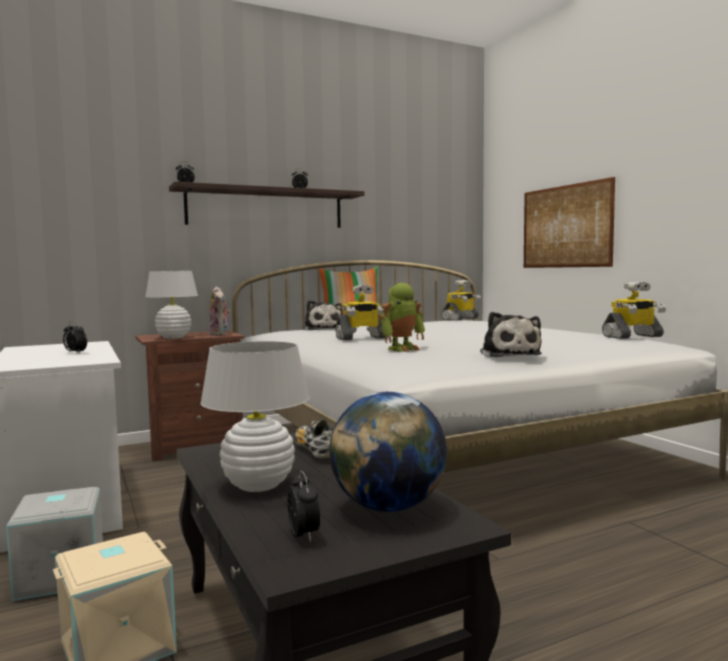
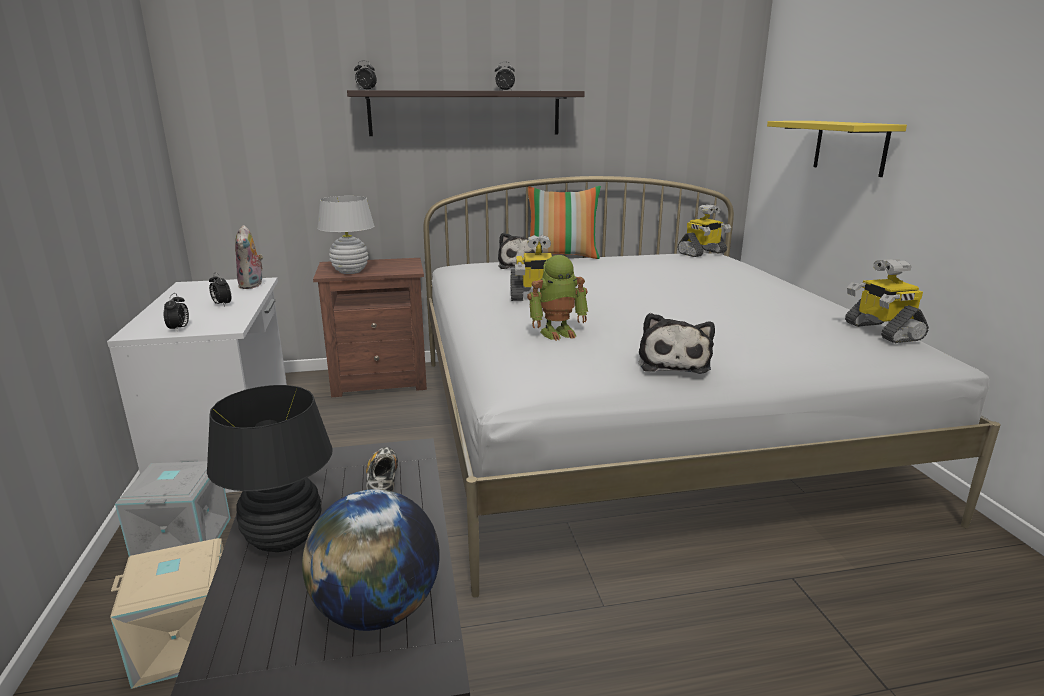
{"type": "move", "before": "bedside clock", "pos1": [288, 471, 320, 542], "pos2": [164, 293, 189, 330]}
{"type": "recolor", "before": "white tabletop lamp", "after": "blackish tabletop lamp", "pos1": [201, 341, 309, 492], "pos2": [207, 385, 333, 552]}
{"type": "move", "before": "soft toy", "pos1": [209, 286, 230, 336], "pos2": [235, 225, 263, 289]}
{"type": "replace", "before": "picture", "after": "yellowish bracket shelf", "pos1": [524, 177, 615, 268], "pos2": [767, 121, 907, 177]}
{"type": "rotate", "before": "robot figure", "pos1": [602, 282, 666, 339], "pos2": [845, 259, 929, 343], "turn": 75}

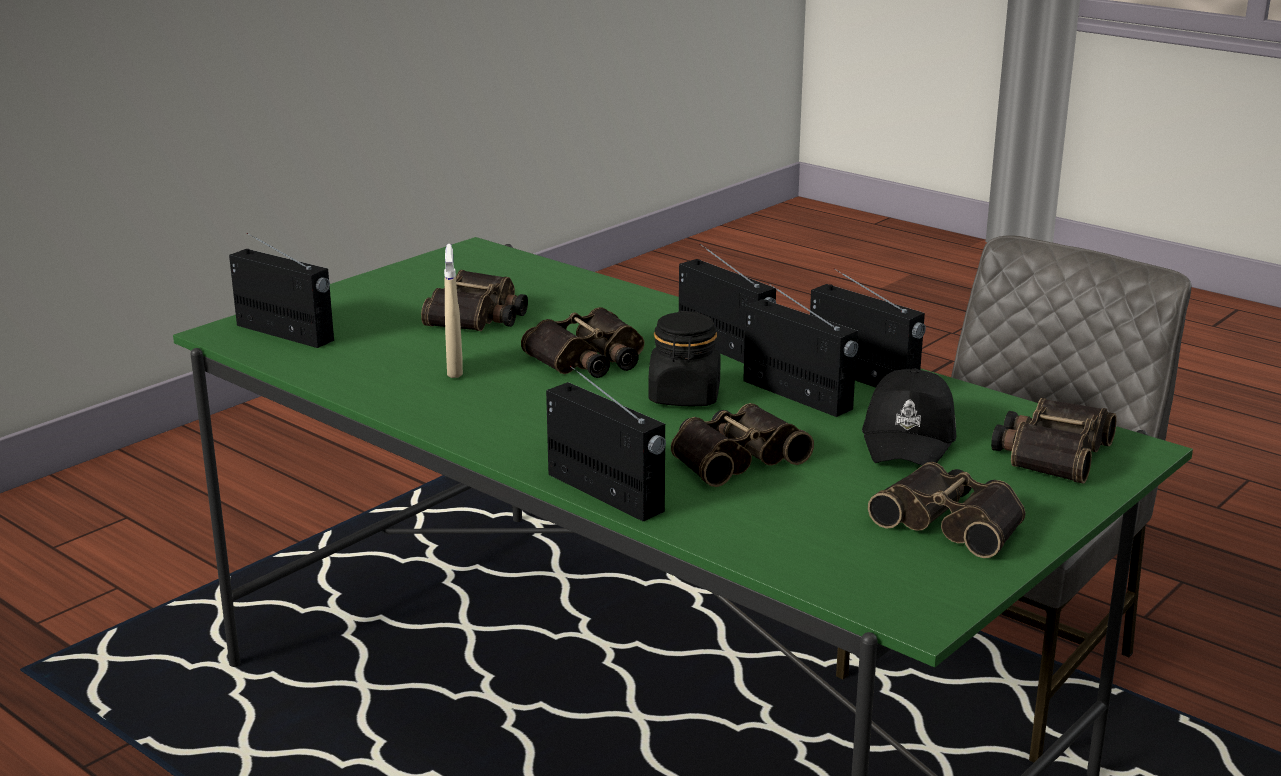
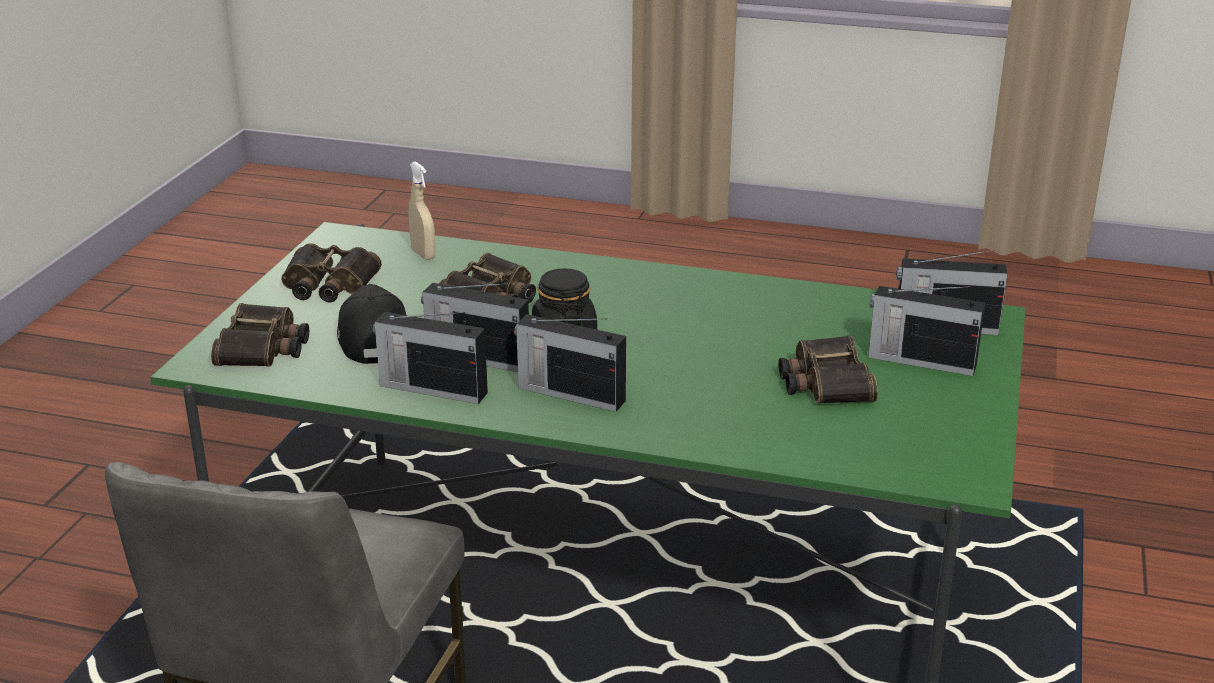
{"type": "move", "before": "beige sprayer", "pos1": [444, 244, 463, 378], "pos2": [409, 161, 436, 260]}
{"type": "move", "before": "radio receiver", "pos1": [546, 366, 666, 522], "pos2": [868, 286, 985, 376]}
{"type": "delete", "before": "binoculars", "pos1": [521, 307, 644, 378]}

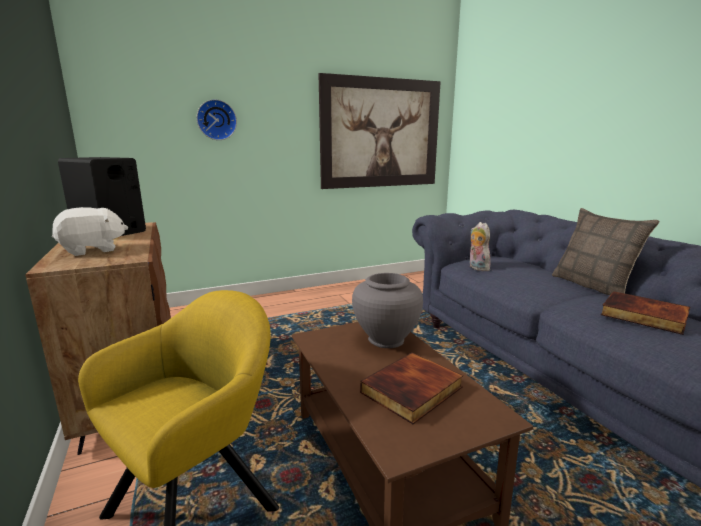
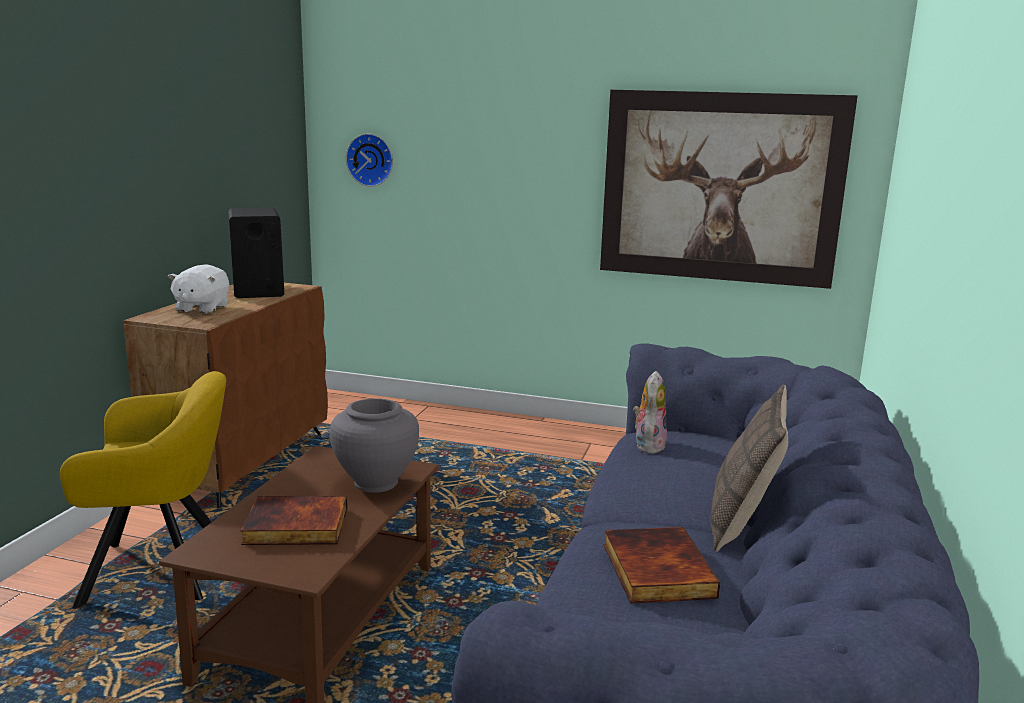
{"type": "rotate", "before": "white soft toy", "pos1": [52, 207, 128, 256], "pos2": [168, 264, 230, 314], "turn": 90}
{"type": "move", "before": "wall clock", "pos1": [196, 99, 237, 140], "pos2": [346, 134, 393, 187]}

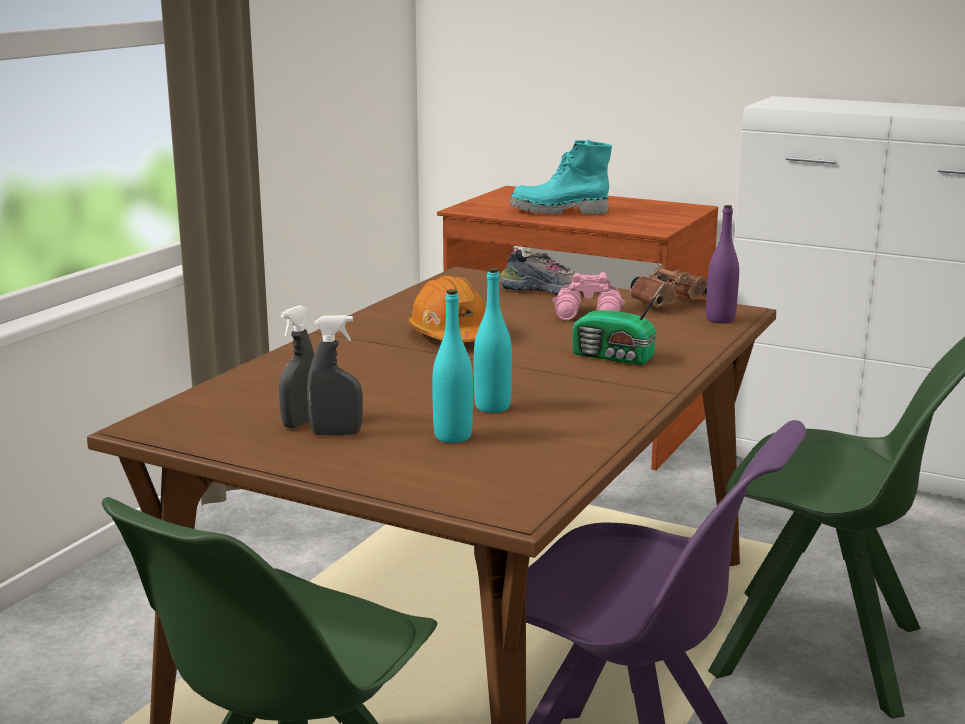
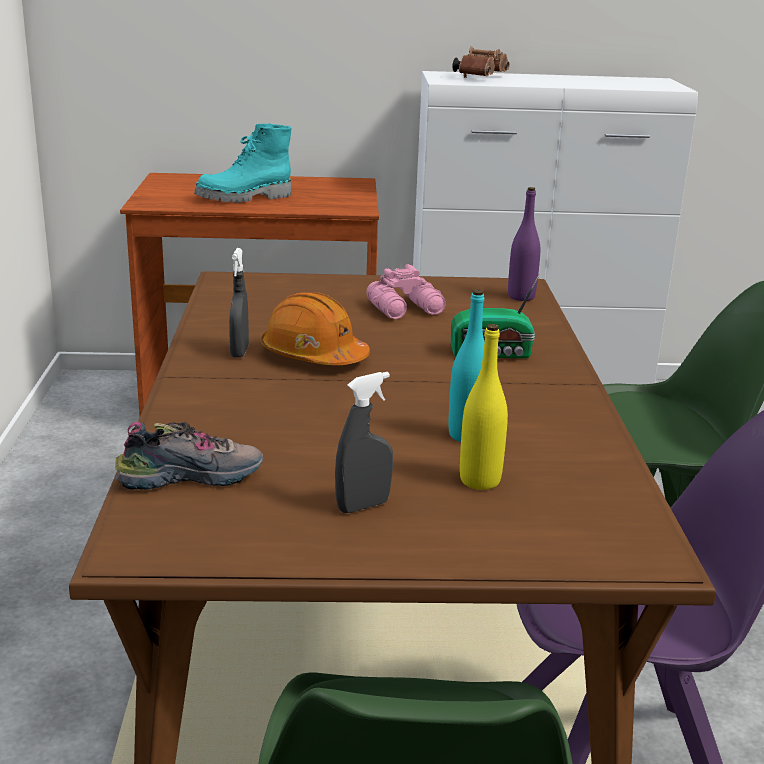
{"type": "move", "before": "shoe", "pos1": [499, 248, 581, 294], "pos2": [115, 422, 263, 490]}
{"type": "move", "before": "gray sprayer", "pos1": [279, 305, 315, 428], "pos2": [229, 248, 249, 358]}
{"type": "move", "before": "brown-coloured binoculars", "pos1": [630, 265, 707, 307], "pos2": [452, 46, 510, 78]}
{"type": "recolor", "before": "turquoise-coloured drink bottle", "after": "yellowish drink bottle", "pos1": [432, 289, 473, 443], "pos2": [460, 324, 508, 490]}

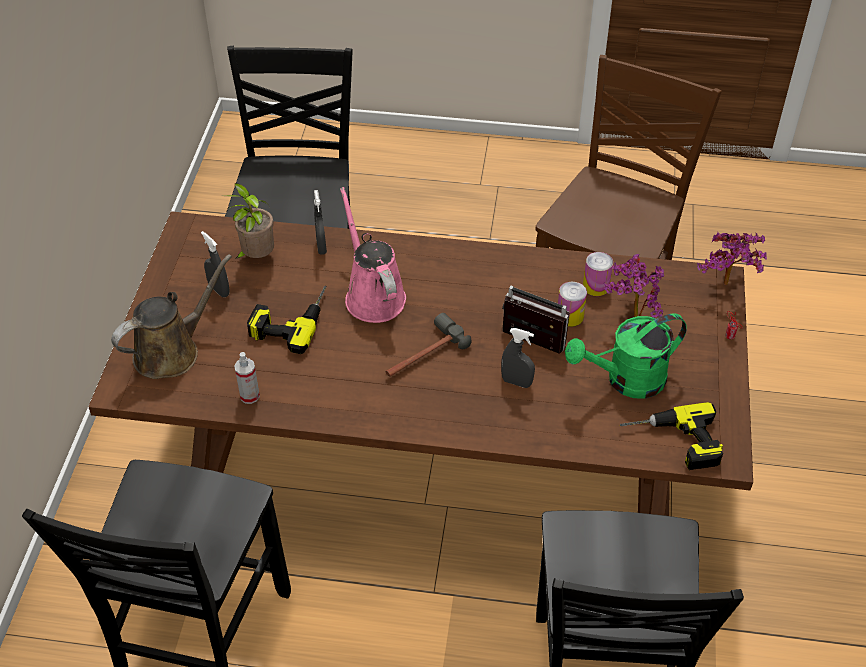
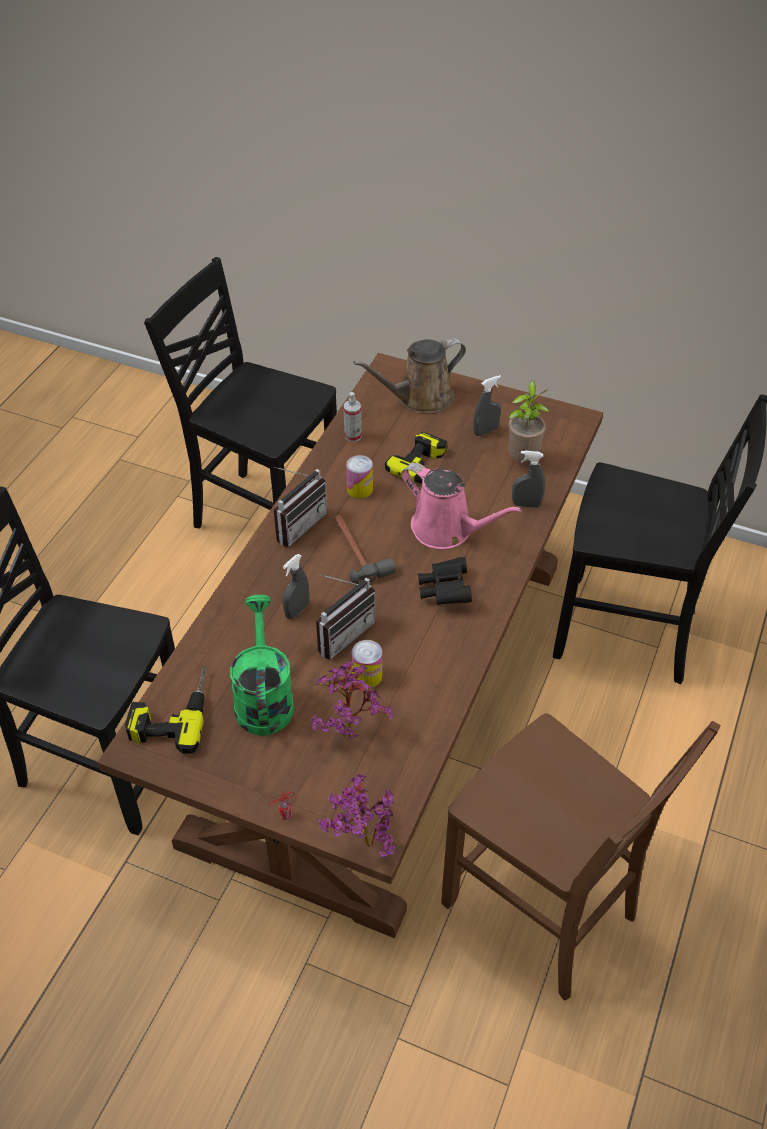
{"type": "insert", "after": "radio receiver", "pos2": [274, 467, 327, 547]}
{"type": "move", "before": "can", "pos1": [583, 252, 613, 296], "pos2": [346, 455, 373, 499]}
{"type": "rotate", "before": "brown-coloured watering pot", "pos1": [111, 254, 232, 379], "pos2": [353, 338, 466, 412], "turn": 90}
{"type": "rotate", "before": "pink-coloured watering pot", "pos1": [340, 187, 406, 323], "pos2": [402, 463, 522, 549], "turn": 45}
{"type": "insert", "after": "blackish binoculars", "pos2": [418, 557, 472, 605]}

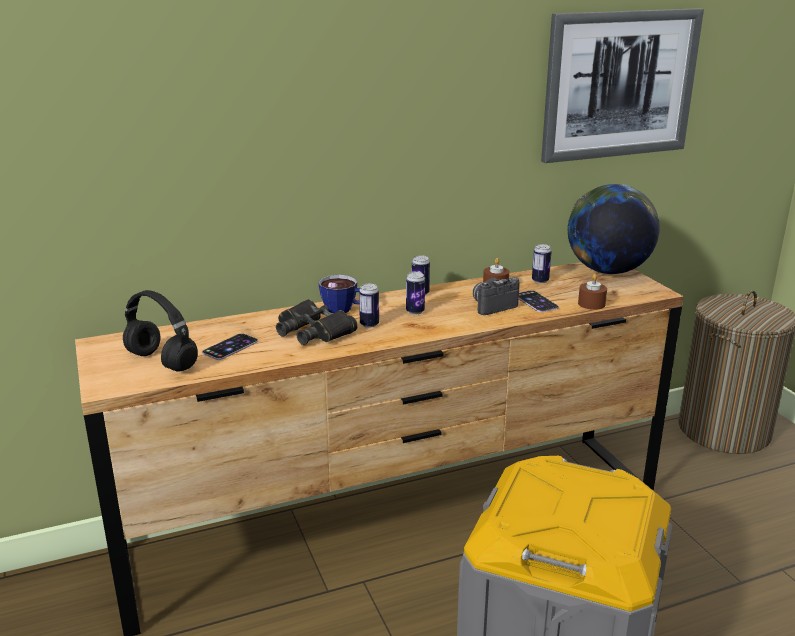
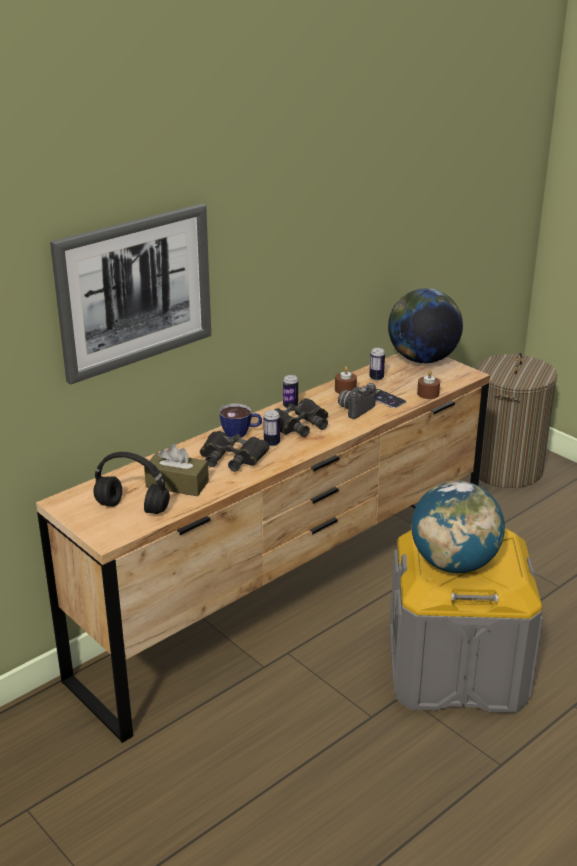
{"type": "move", "before": "picture", "pos1": [541, 8, 704, 163], "pos2": [50, 204, 211, 385]}
{"type": "replace", "before": "telephone", "after": "brown-coloured tissue holder", "pos1": [202, 333, 258, 360], "pos2": [144, 444, 209, 496]}
{"type": "replace", "before": "can", "after": "blackish binoculars", "pos1": [406, 272, 425, 315], "pos2": [275, 398, 328, 437]}
{"type": "insert", "after": "desk globe", "pos2": [411, 481, 505, 573]}

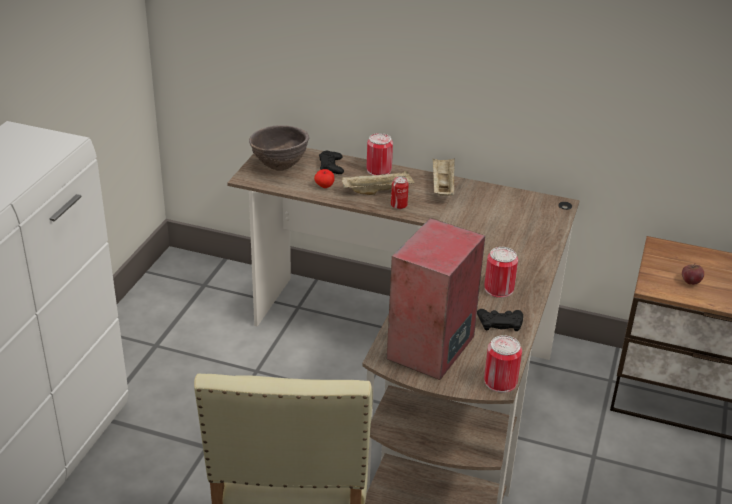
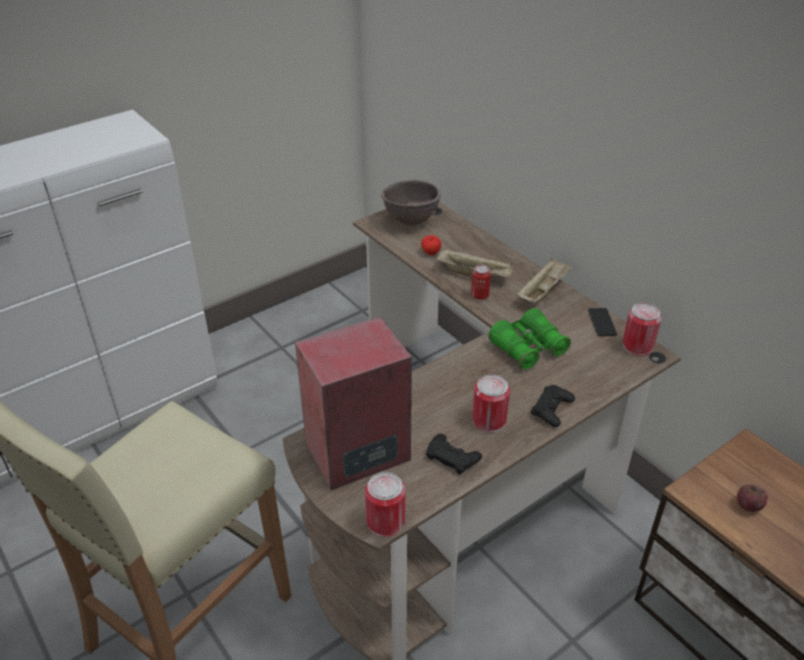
{"type": "insert", "after": "green-coloured binoculars", "pos2": [489, 308, 571, 370]}
{"type": "move", "before": "blackish gamepad", "pos1": [319, 151, 344, 174], "pos2": [531, 385, 575, 427]}
{"type": "insert", "after": "telephone", "pos2": [588, 308, 617, 336]}
{"type": "move", "before": "can", "pos1": [367, 133, 393, 175], "pos2": [623, 303, 662, 356]}

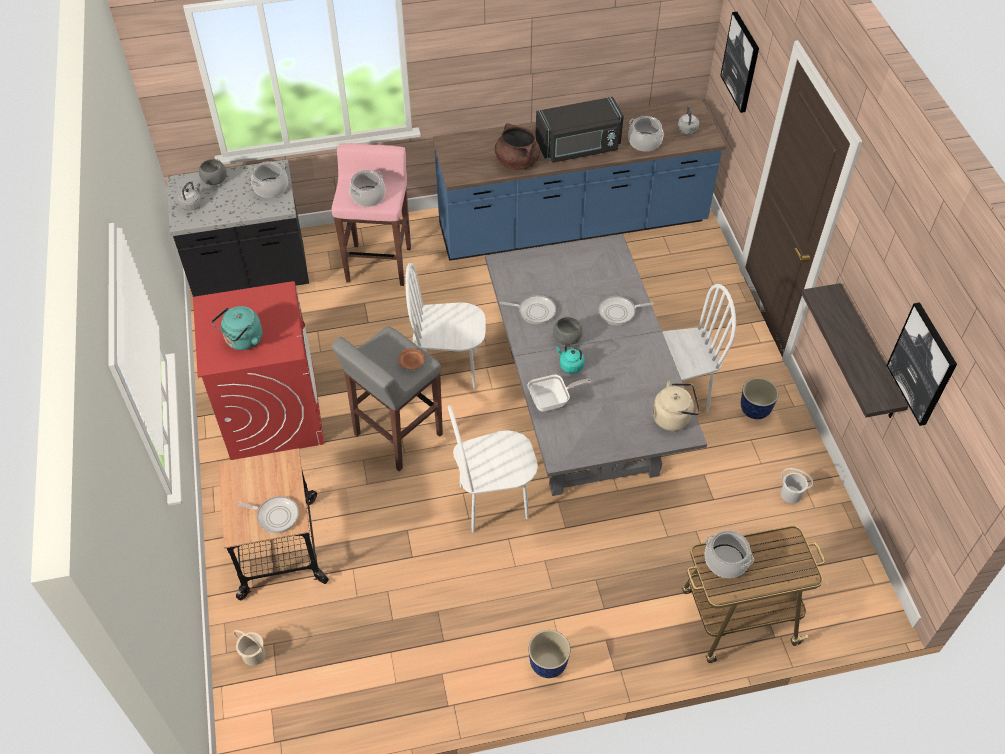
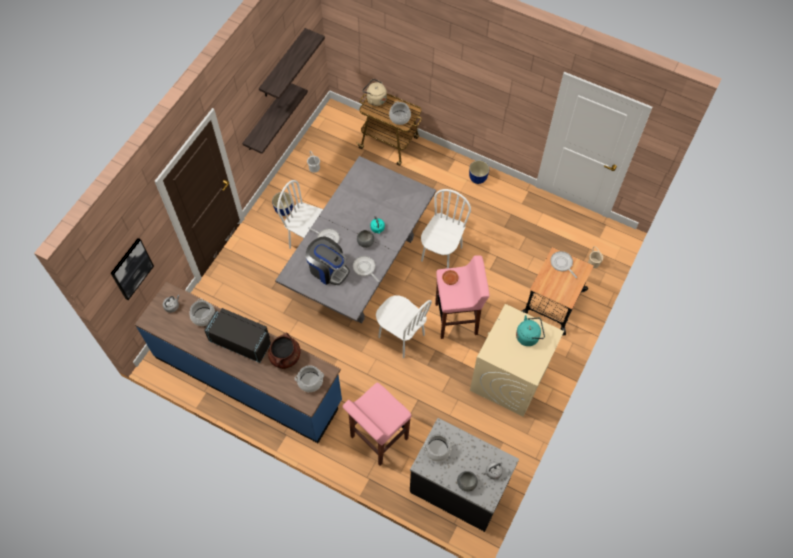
{"type": "replace", "before": "picture", "after": "bracket shelf", "pos1": [886, 302, 957, 426], "pos2": [259, 28, 325, 99]}
{"type": "move", "before": "stockpot", "pos1": [349, 170, 386, 207], "pos2": [295, 365, 324, 392]}
{"type": "insert", "after": "coffee machine", "pos2": [305, 237, 350, 285]}
{"type": "move", "before": "beige tea kettle", "pos1": [653, 381, 700, 431], "pos2": [363, 79, 387, 106]}
{"type": "rotate", "before": "white upright chair", "pos1": [448, 405, 538, 533], "pos2": [421, 189, 471, 268], "turn": -90}
{"type": "recolor", "before": "gray sitting stool", "after": "pink-coloured sitting stool", "pos1": [332, 326, 443, 471], "pos2": [435, 255, 490, 339]}
{"type": "recolor", "before": "red washing machine", "after": "beige washing machine", "pos1": [193, 281, 324, 460], "pos2": [470, 304, 564, 417]}
{"type": "delete", "before": "frying pan", "pos1": [528, 375, 591, 412]}

